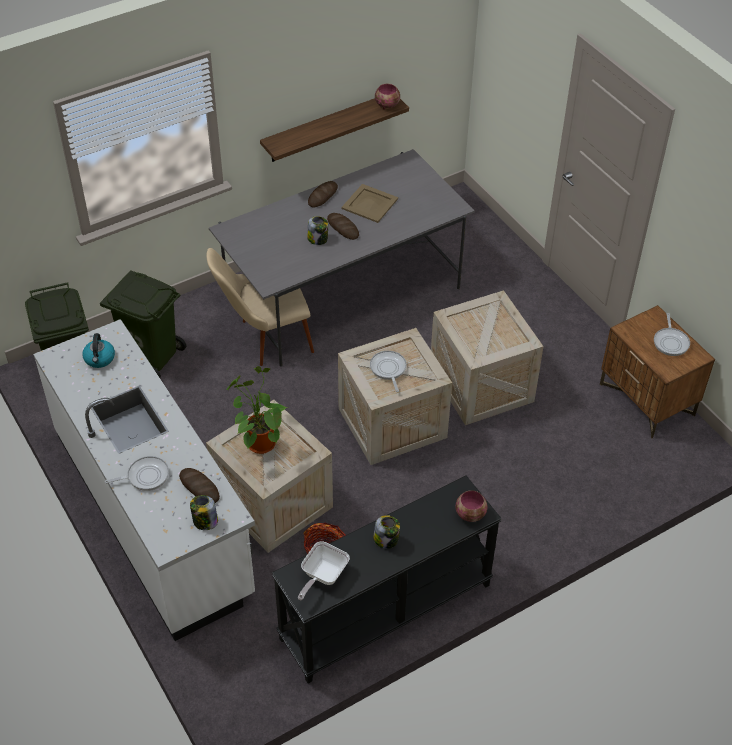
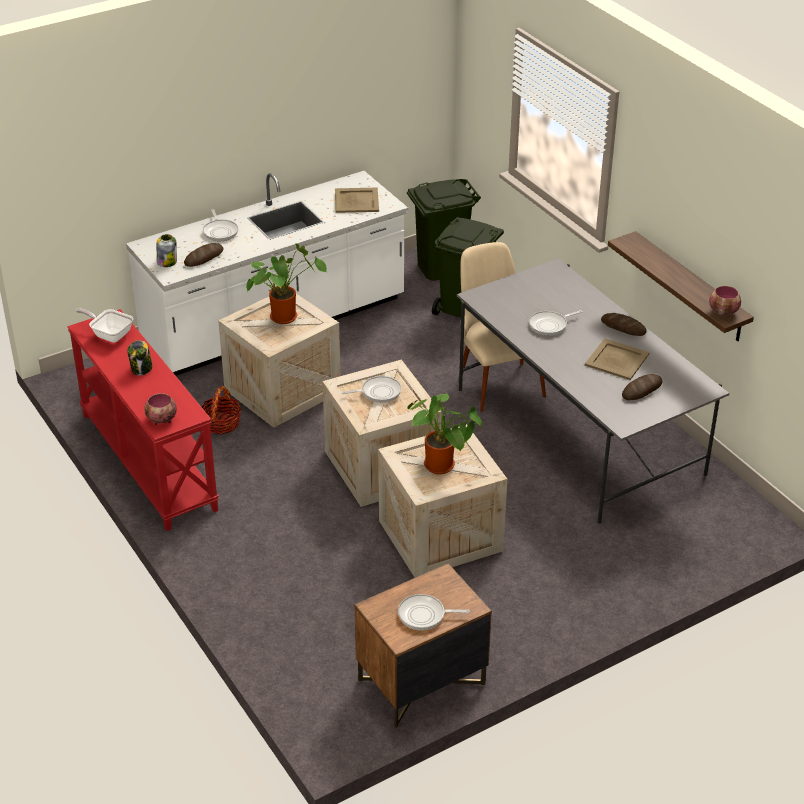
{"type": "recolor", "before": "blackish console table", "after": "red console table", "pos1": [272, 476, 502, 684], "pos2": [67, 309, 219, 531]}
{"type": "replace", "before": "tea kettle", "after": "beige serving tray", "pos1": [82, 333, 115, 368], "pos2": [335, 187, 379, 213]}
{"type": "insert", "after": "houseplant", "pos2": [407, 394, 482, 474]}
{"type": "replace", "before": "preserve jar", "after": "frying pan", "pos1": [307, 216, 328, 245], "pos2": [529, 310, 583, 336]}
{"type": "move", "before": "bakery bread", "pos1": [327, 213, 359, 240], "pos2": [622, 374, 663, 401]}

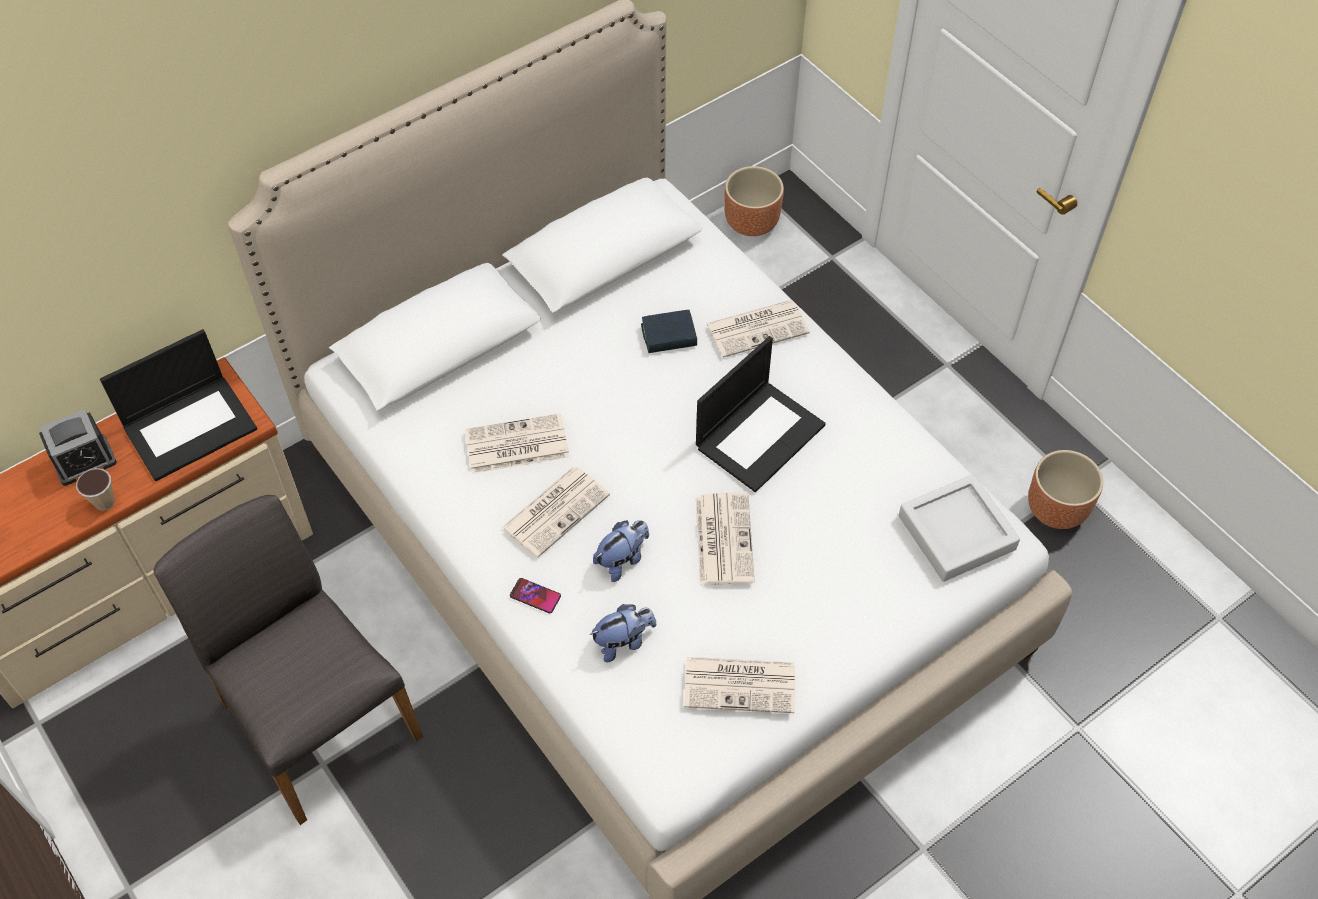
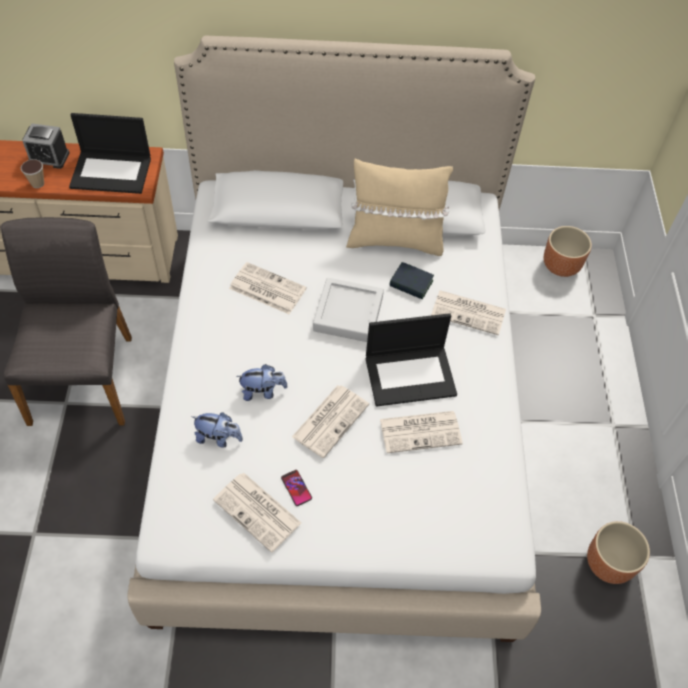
{"type": "move", "before": "telephone", "pos1": [510, 578, 561, 613], "pos2": [281, 470, 312, 506]}
{"type": "move", "before": "gray serving tray", "pos1": [899, 474, 1020, 582], "pos2": [313, 278, 384, 342]}
{"type": "insert", "after": "beige throw pillow", "pos2": [346, 159, 453, 256]}
{"type": "move", "before": "newspaper", "pos1": [501, 467, 610, 558], "pos2": [380, 411, 463, 453]}

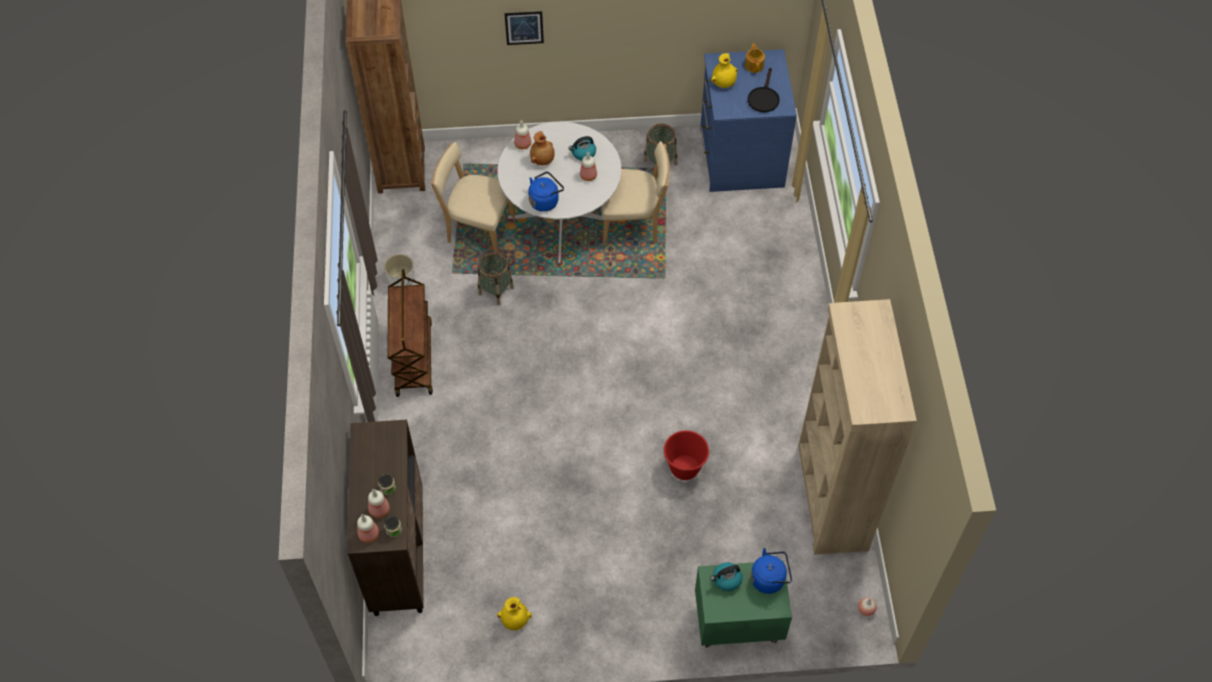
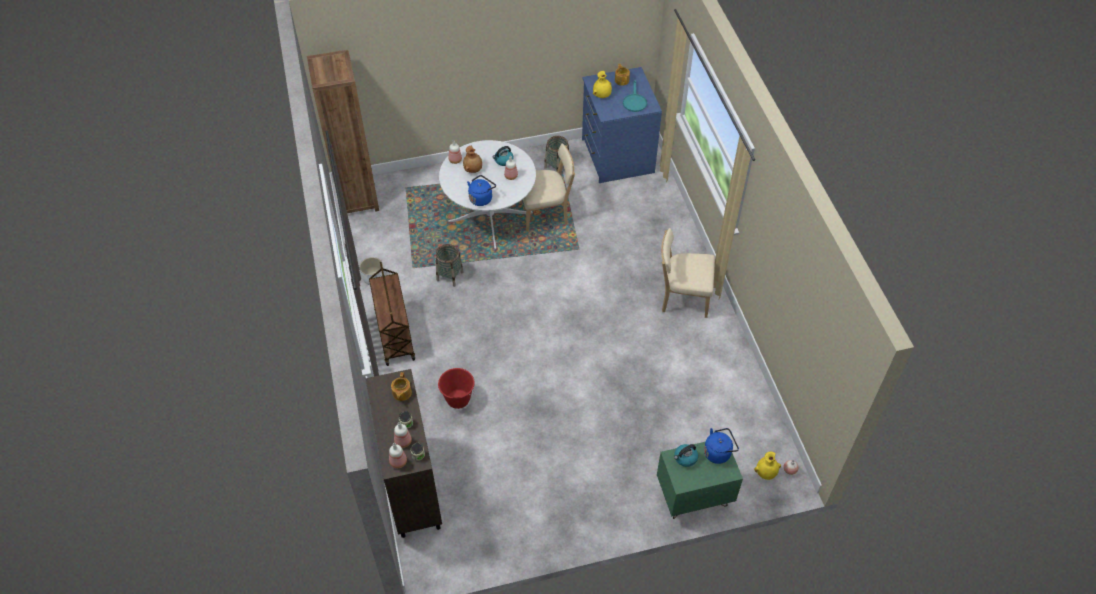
{"type": "insert", "after": "pot for tea", "pos2": [391, 372, 412, 401]}
{"type": "move", "before": "red pail", "pos1": [664, 430, 709, 480], "pos2": [438, 368, 475, 409]}
{"type": "recolor", "before": "blackish frying pan", "after": "turquoise-coloured frying pan", "pos1": [748, 68, 779, 112], "pos2": [623, 80, 647, 112]}
{"type": "move", "before": "beige upright chair", "pos1": [431, 142, 515, 253], "pos2": [661, 228, 715, 318]}
{"type": "move", "before": "yellowish vase", "pos1": [497, 597, 532, 630], "pos2": [754, 452, 781, 480]}
{"type": "delete", "before": "picture", "pos1": [504, 11, 544, 45]}
{"type": "delete", "before": "beige bookcase", "pos1": [798, 299, 917, 555]}

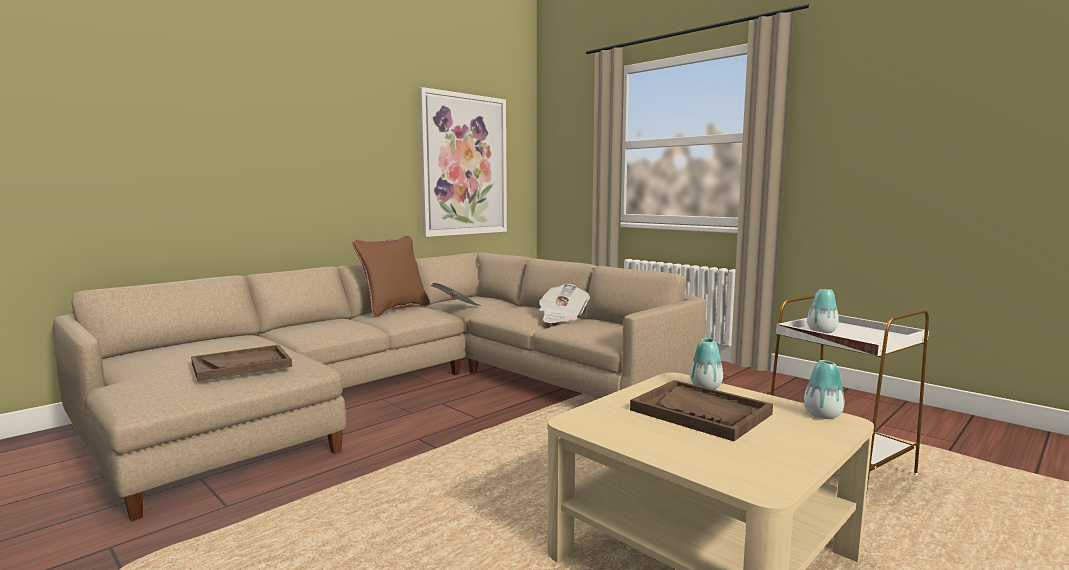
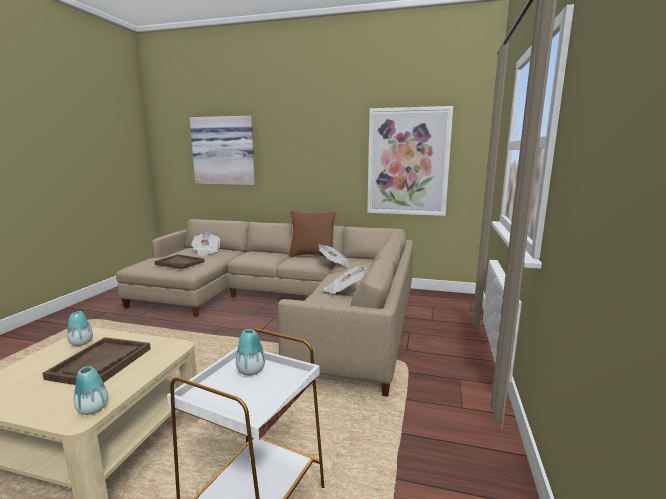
{"type": "move", "before": "vase", "pos1": [690, 338, 723, 389], "pos2": [67, 311, 93, 346]}
{"type": "insert", "after": "picture", "pos2": [190, 116, 255, 185]}
{"type": "insert", "after": "newspaper", "pos2": [191, 233, 221, 256]}

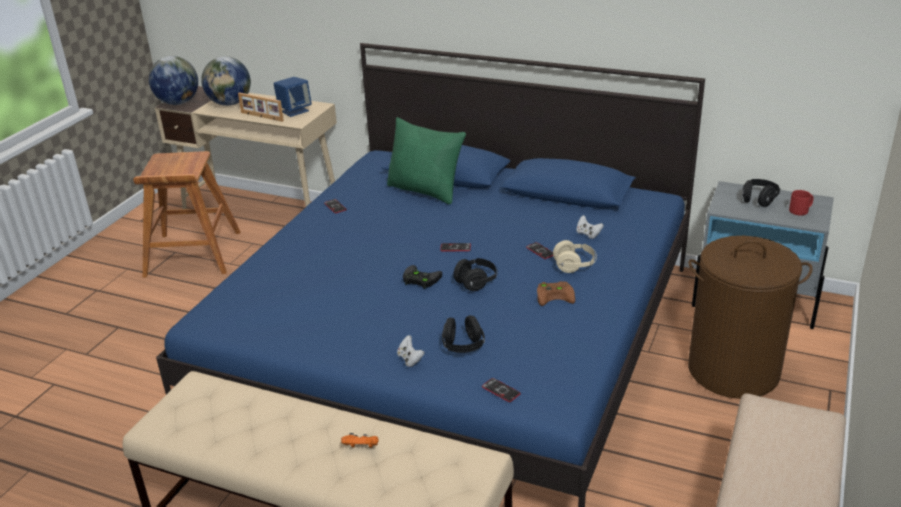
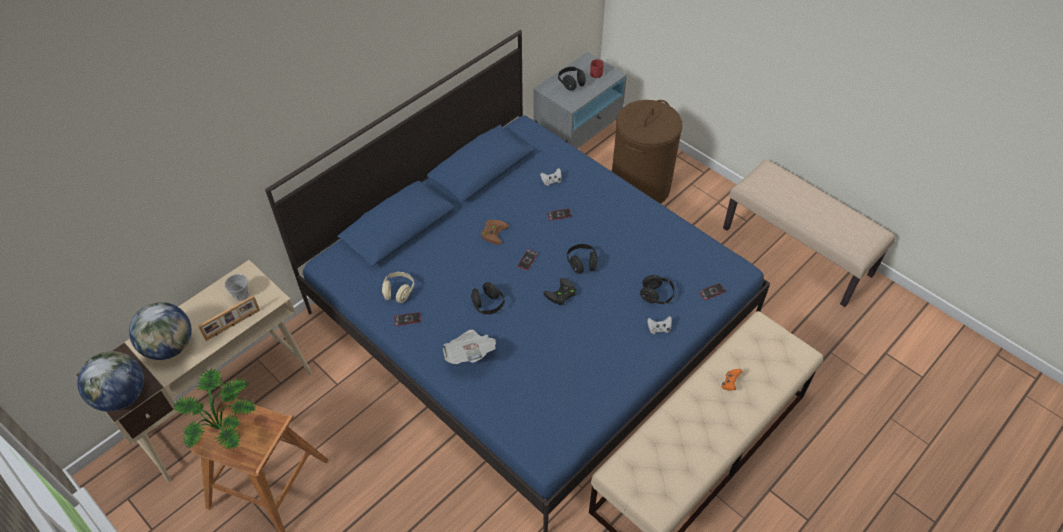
{"type": "insert", "after": "houseplant", "pos2": [173, 369, 256, 450]}
{"type": "replace", "before": "blue-coloured loudspeaker", "after": "drinking cup", "pos1": [274, 77, 312, 117], "pos2": [225, 274, 249, 301]}
{"type": "move", "before": "beige headphones", "pos1": [553, 240, 597, 273], "pos2": [382, 272, 414, 303]}
{"type": "insert", "after": "newspaper", "pos2": [443, 330, 496, 364]}
{"type": "insert", "after": "blackish headphones", "pos2": [471, 282, 505, 315]}
{"type": "move", "before": "brown-coloured gamepad", "pos1": [537, 281, 575, 306], "pos2": [481, 220, 509, 245]}
{"type": "delete", "before": "green-coloured throw pillow", "pos1": [387, 117, 466, 204]}

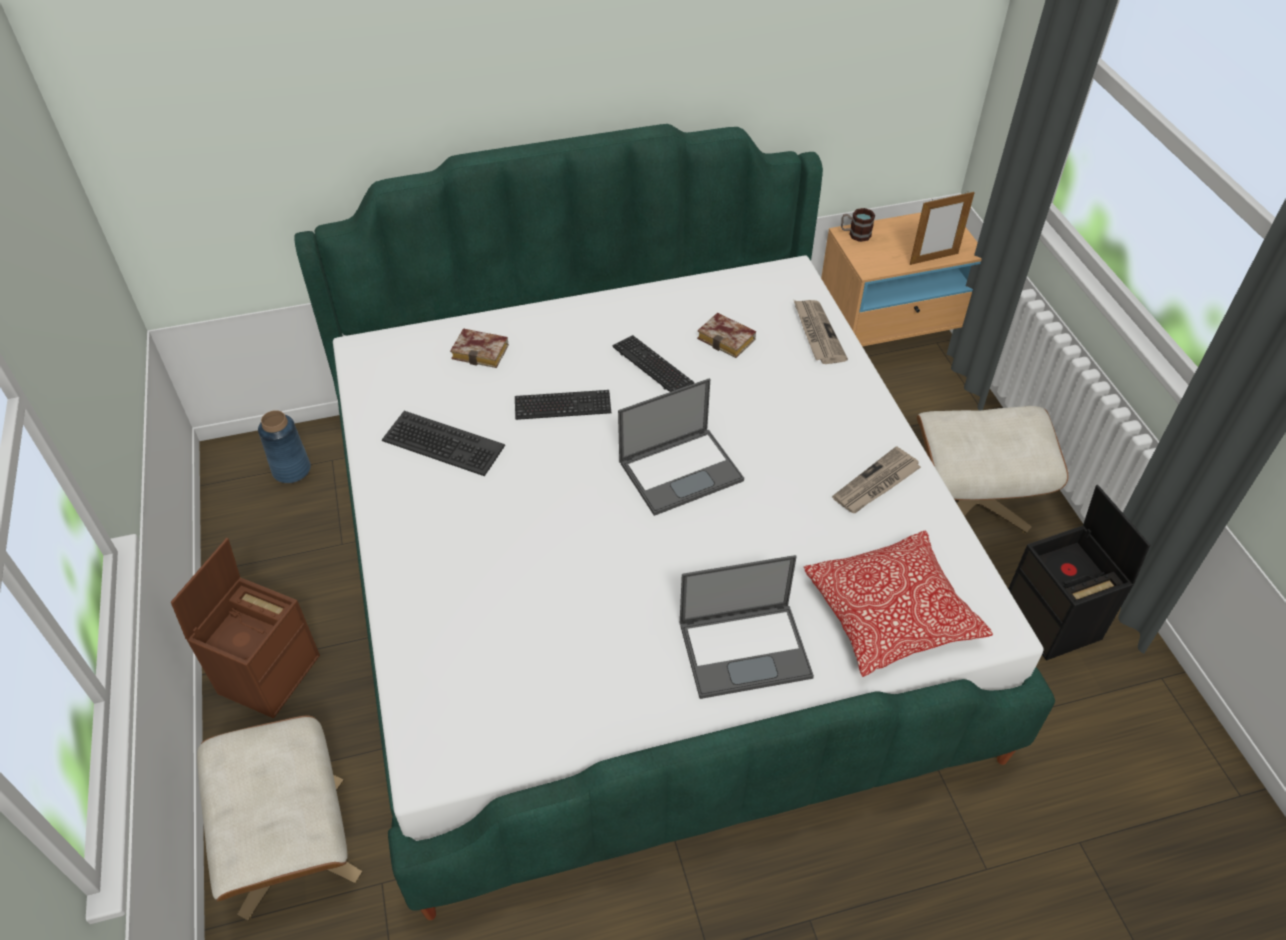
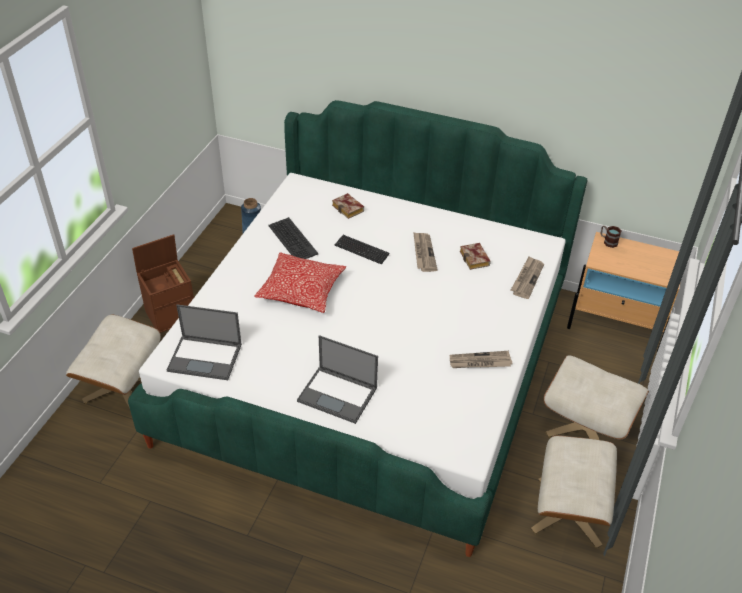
{"type": "move", "before": "portable computer", "pos1": [618, 378, 744, 516], "pos2": [167, 304, 242, 380]}
{"type": "move", "before": "throw pillow", "pos1": [804, 530, 993, 677], "pos2": [254, 252, 346, 313]}
{"type": "replace", "before": "computer keyboard", "after": "newspaper", "pos1": [612, 335, 694, 392], "pos2": [413, 232, 438, 272]}
{"type": "replace", "before": "blackish storage box", "after": "beige ottoman", "pos1": [1008, 485, 1150, 660], "pos2": [531, 435, 617, 549]}
{"type": "delete", "before": "standing frame", "pos1": [910, 191, 975, 265]}

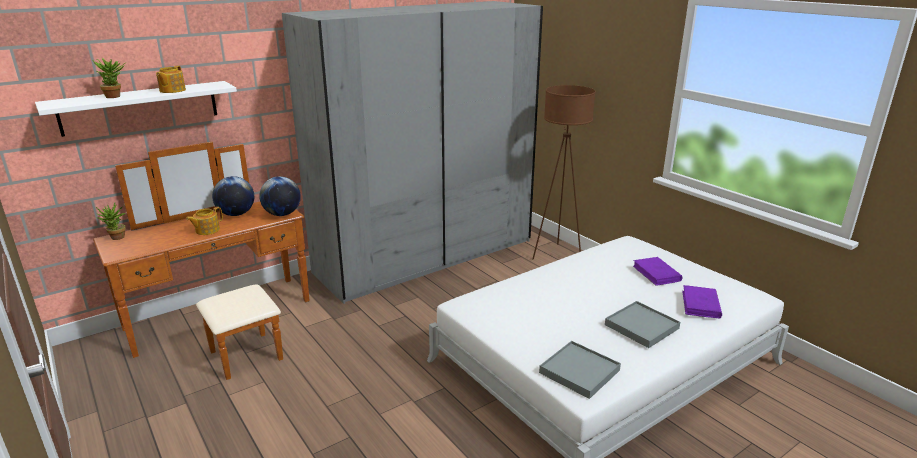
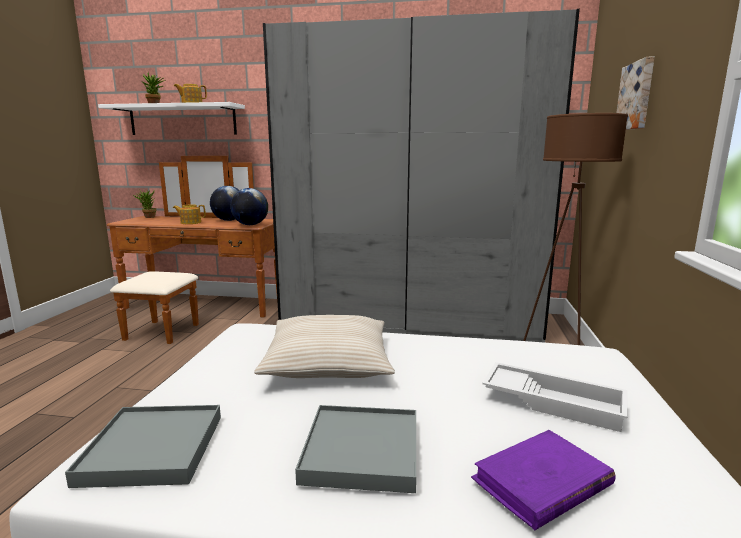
{"type": "insert", "after": "beige throw pillow", "pos2": [254, 315, 395, 378]}
{"type": "replace", "before": "purplish volume", "after": "white serving tray", "pos1": [633, 257, 683, 286], "pos2": [482, 362, 628, 432]}
{"type": "insert", "after": "picture", "pos2": [616, 57, 655, 130]}

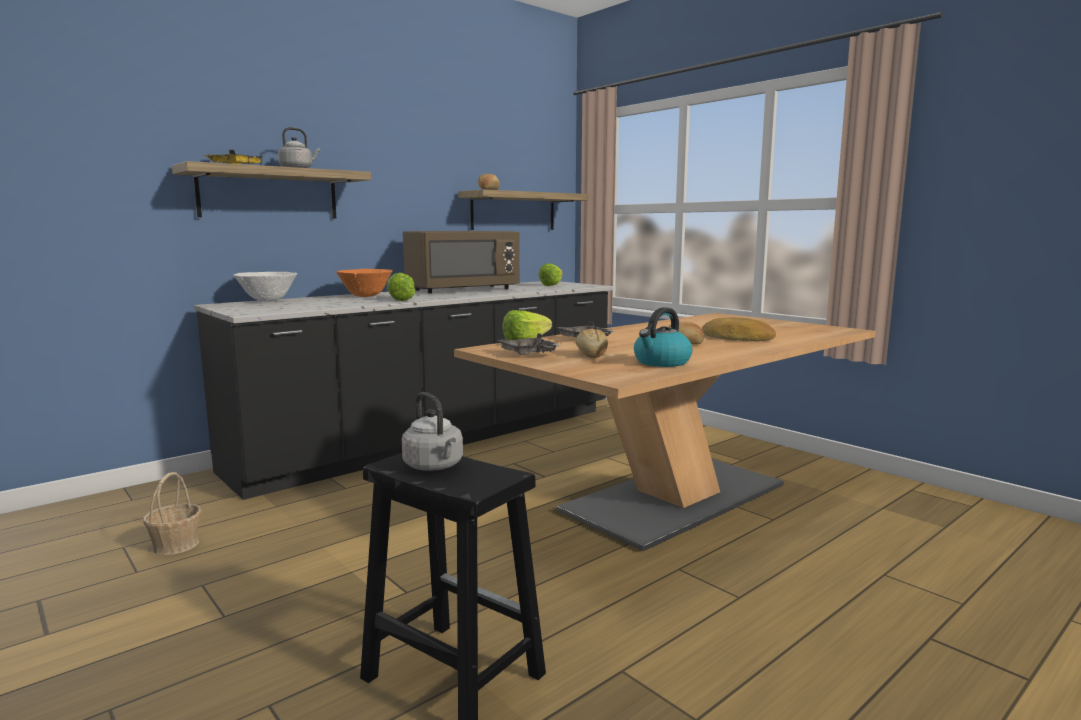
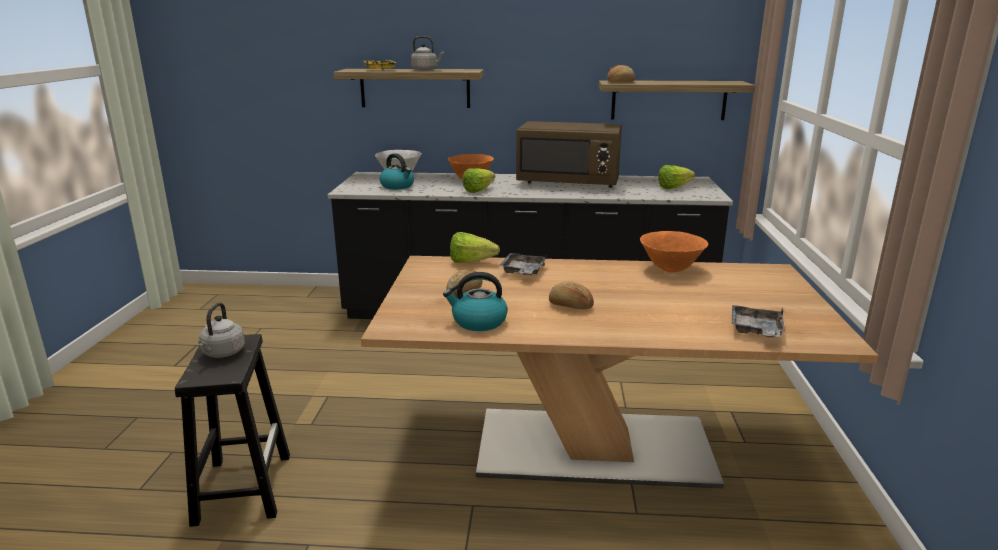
{"type": "insert", "after": "tea kettle", "pos2": [380, 153, 414, 189]}
{"type": "insert", "after": "orangey bowl", "pos2": [640, 231, 708, 273]}
{"type": "move", "before": "gray serving tray", "pos1": [498, 333, 560, 355], "pos2": [732, 305, 785, 337]}
{"type": "delete", "before": "basket", "pos1": [143, 472, 202, 555]}
{"type": "delete", "before": "bakery bread", "pos1": [702, 317, 776, 341]}

